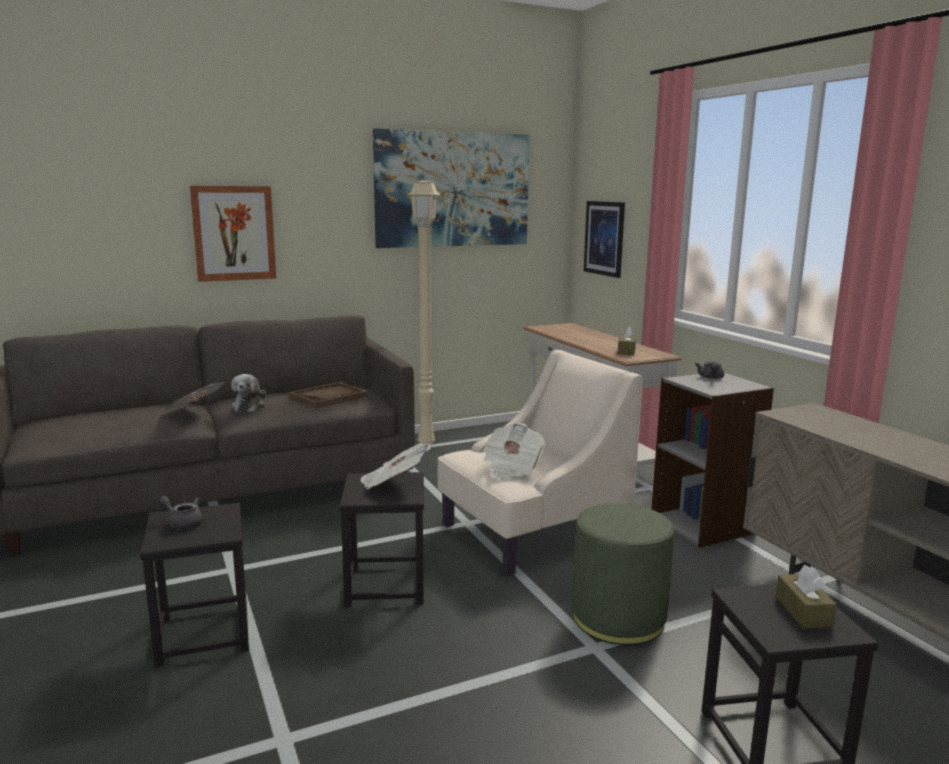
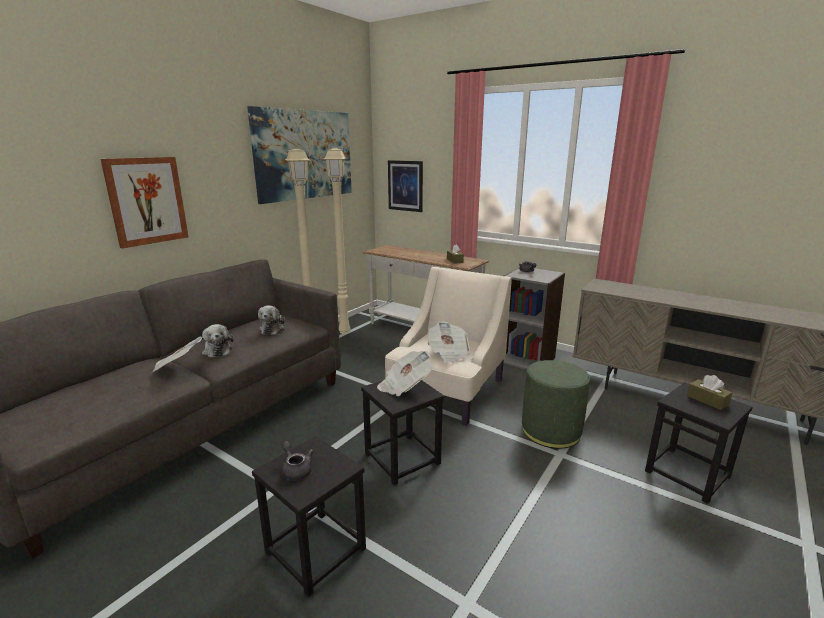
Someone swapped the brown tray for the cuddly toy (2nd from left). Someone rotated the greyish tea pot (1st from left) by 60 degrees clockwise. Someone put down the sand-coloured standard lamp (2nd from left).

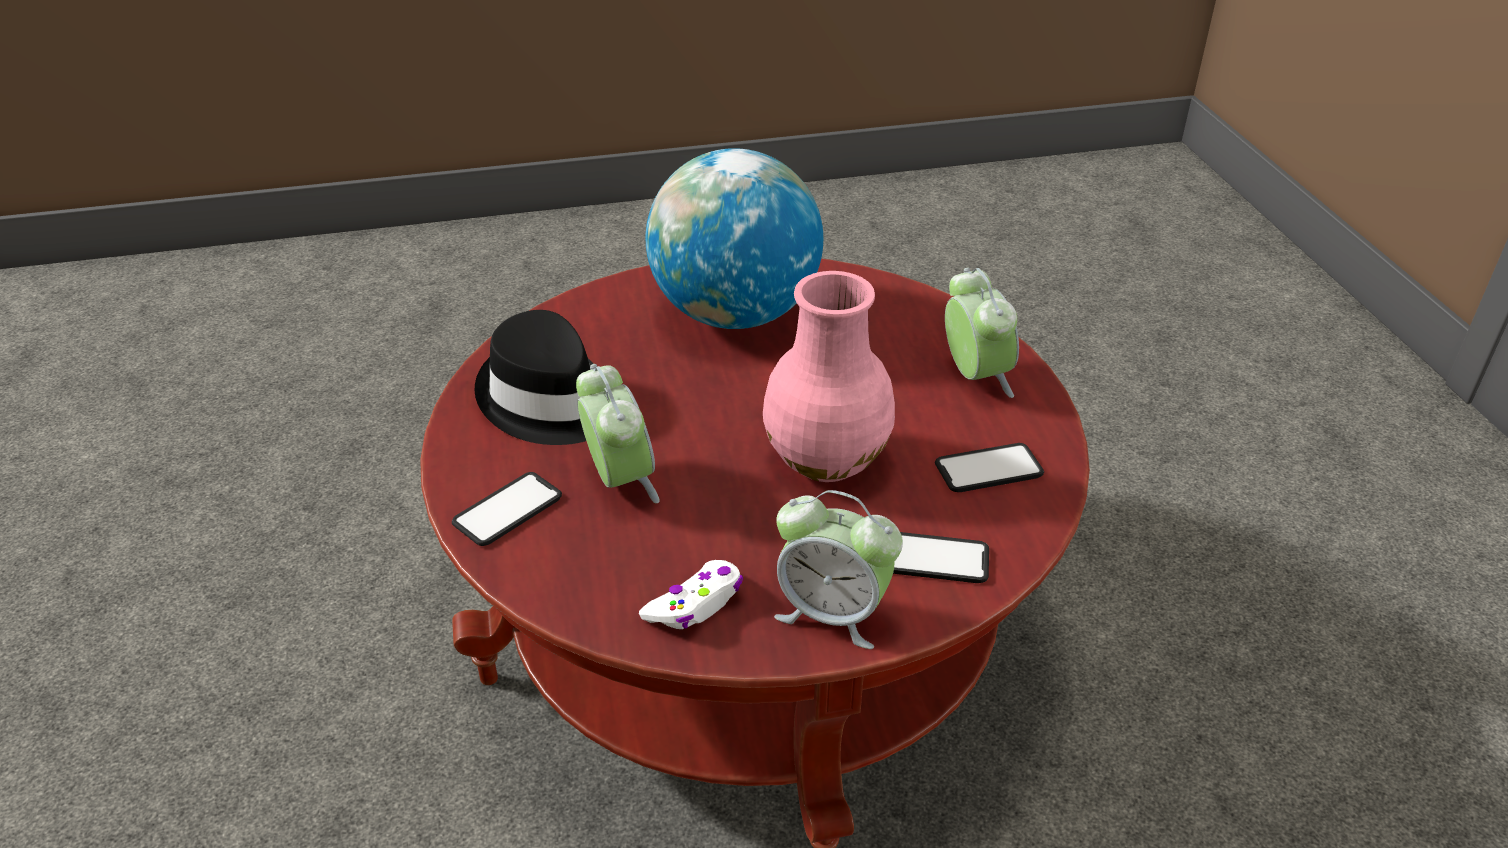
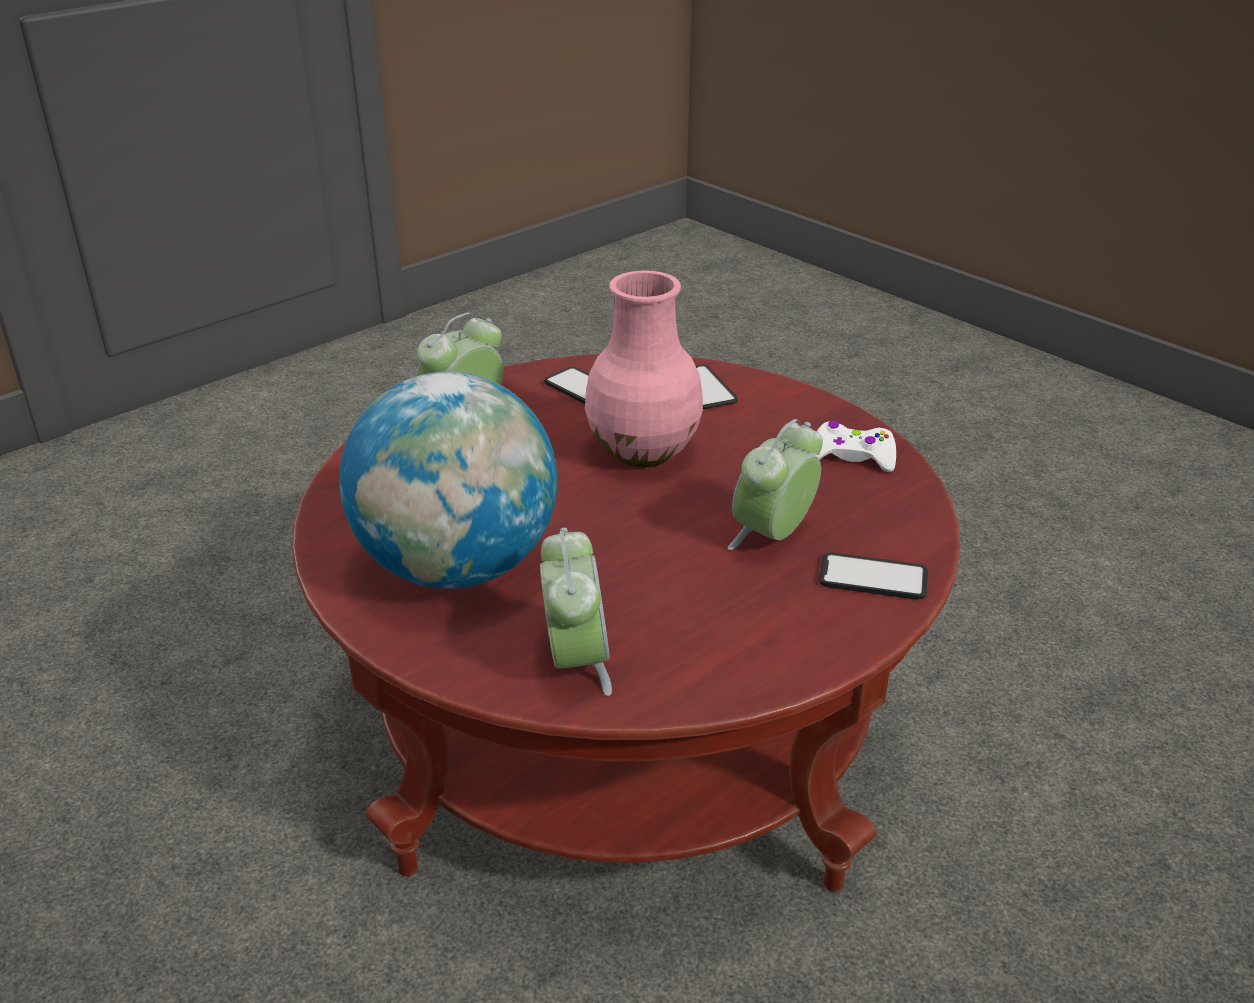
Someone took away the black-coloured clothing hat. Someone carried the alarm clock (2nd from left).

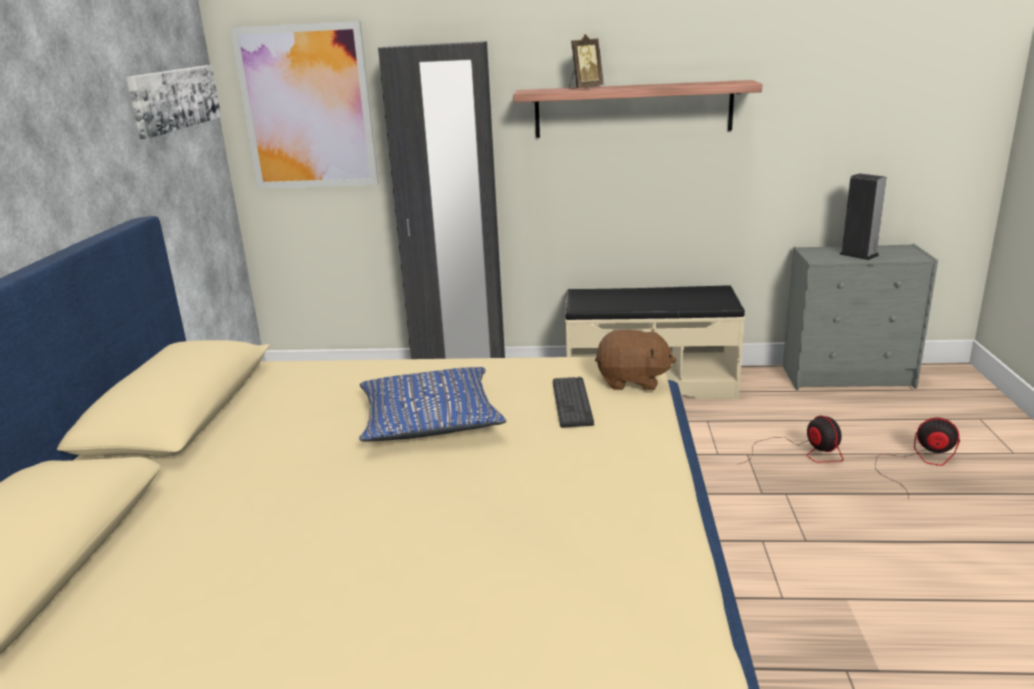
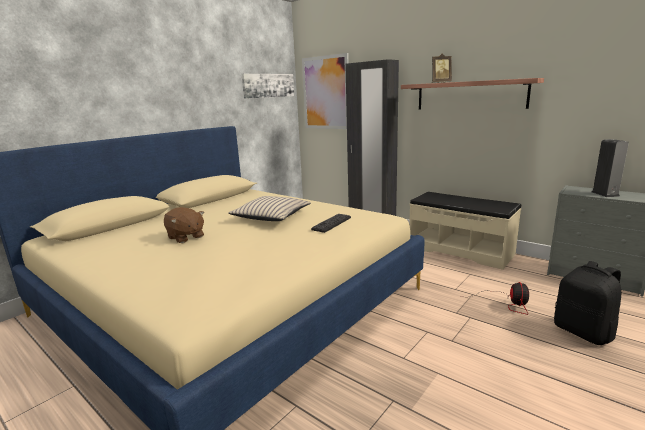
Someone carried the brown cuddly toy. Someone repainted the blue-coloured cushion, which became the sand-coloured cushion. Someone swapped the fan (2nd from left) for the black-coloured rucksack.

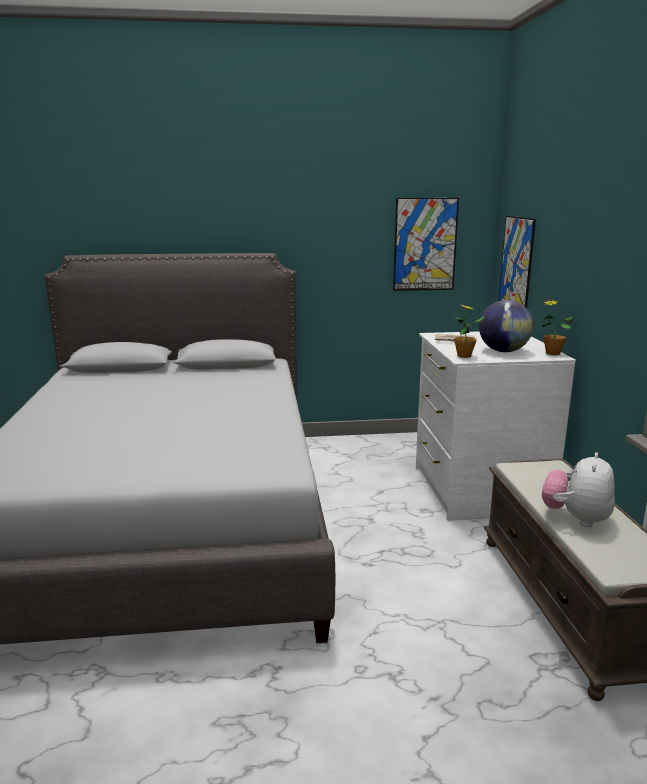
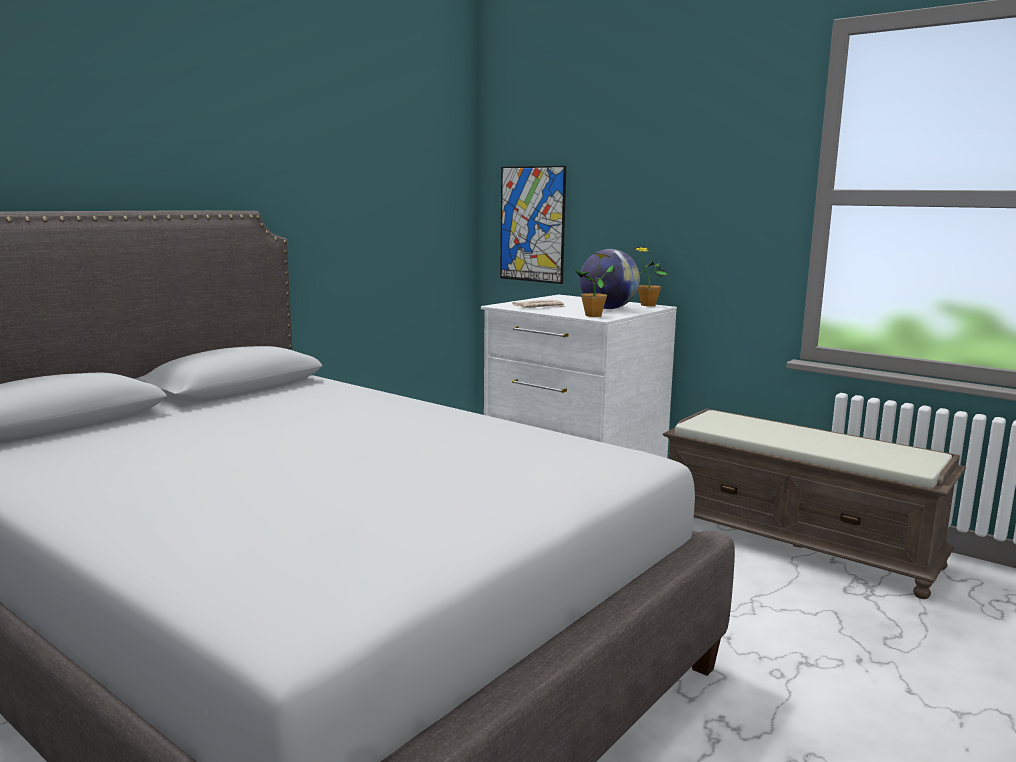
Someone took away the picture (1st from left). Someone took away the cuddly toy.

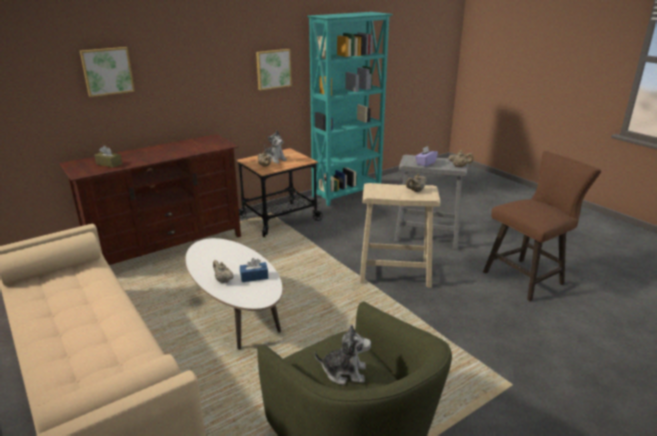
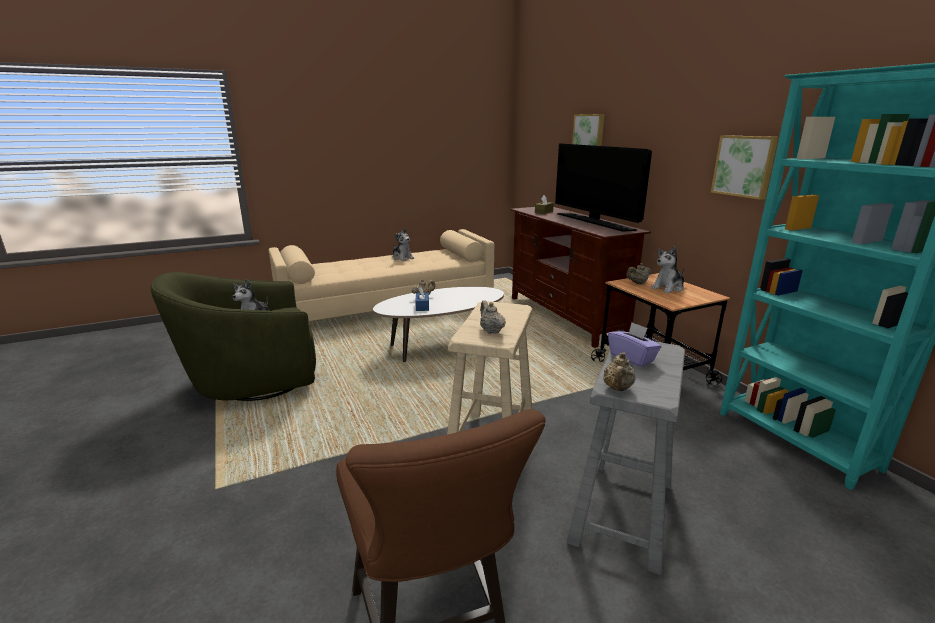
Someone put down the TV set. Someone put down the cuddly toy (2nd from left).

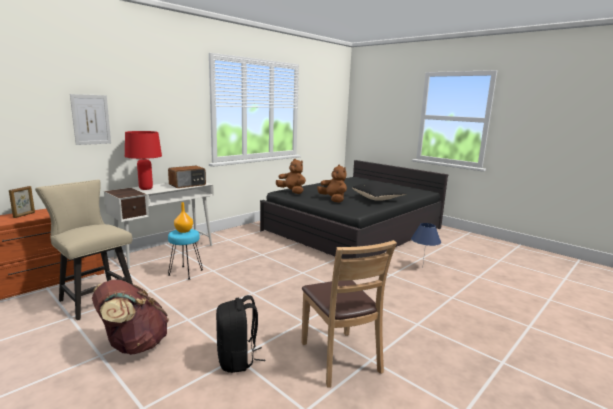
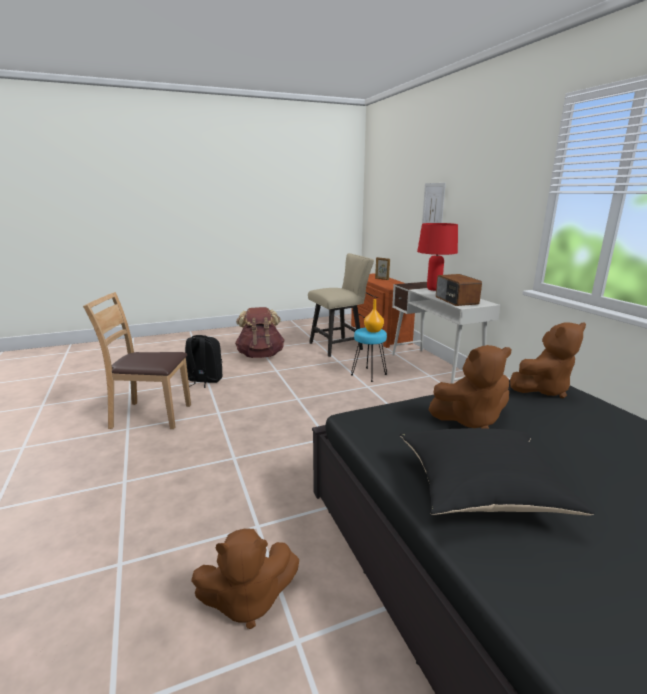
Someone swapped the blue-coloured table lamp for the brown cuddly toy (1st from left).

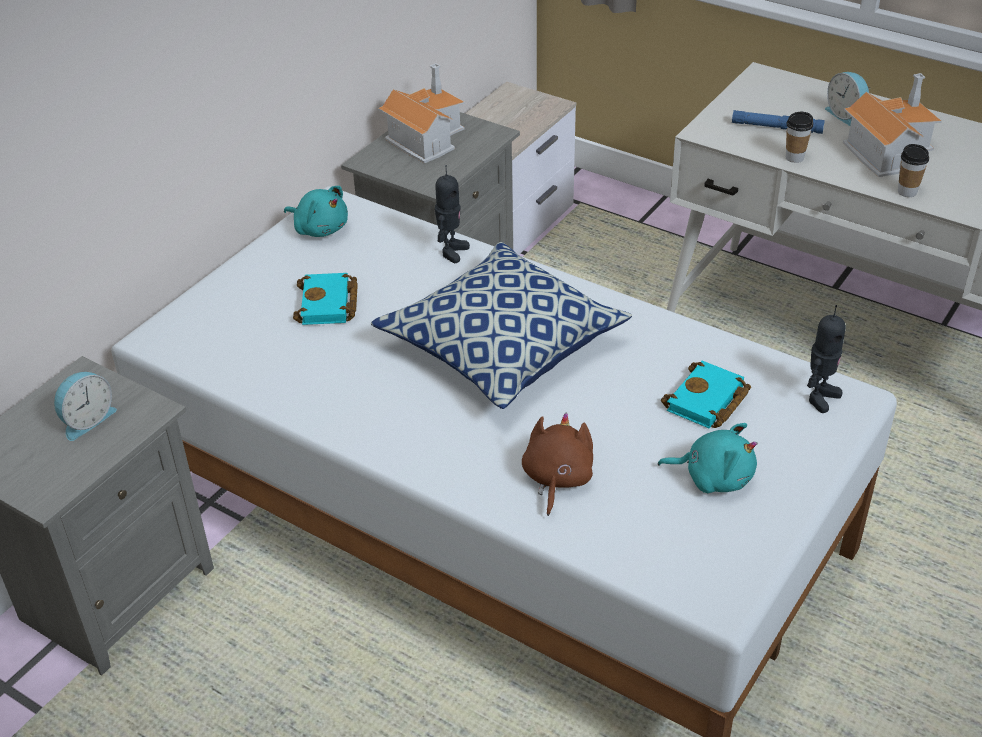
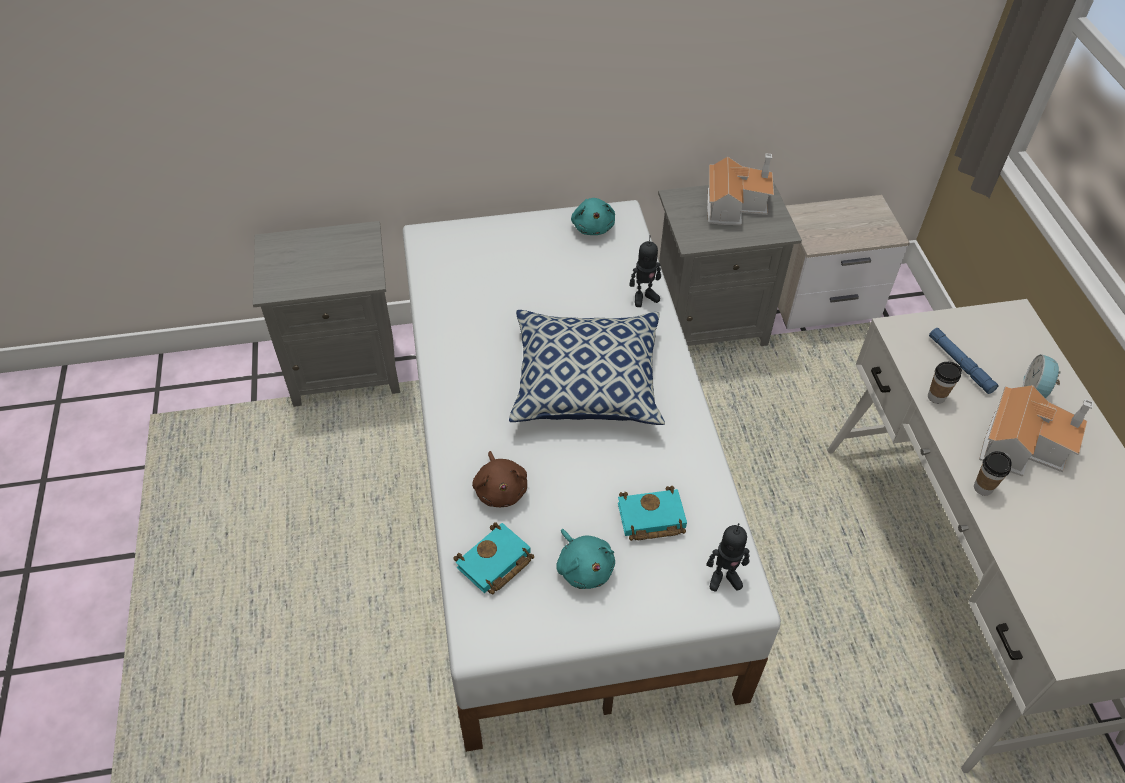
Someone carried the blue-green bound book (1st from left). Someone took away the alarm clock (1st from left). Someone rotated the brown cuddly toy by 105 degrees clockwise.

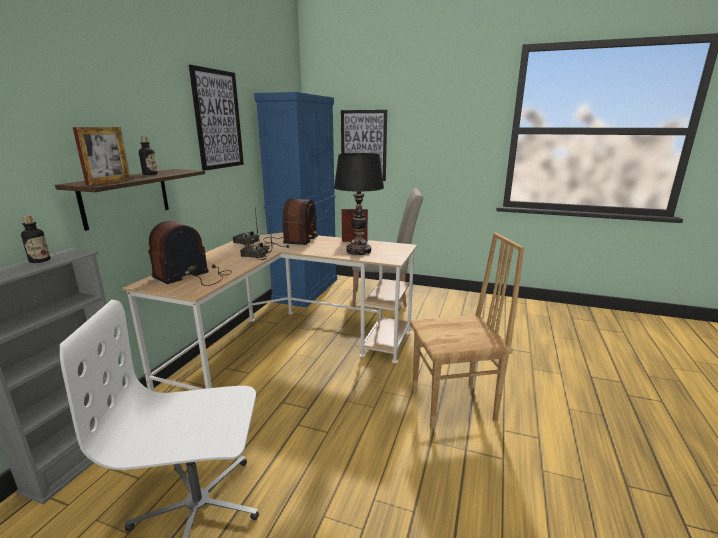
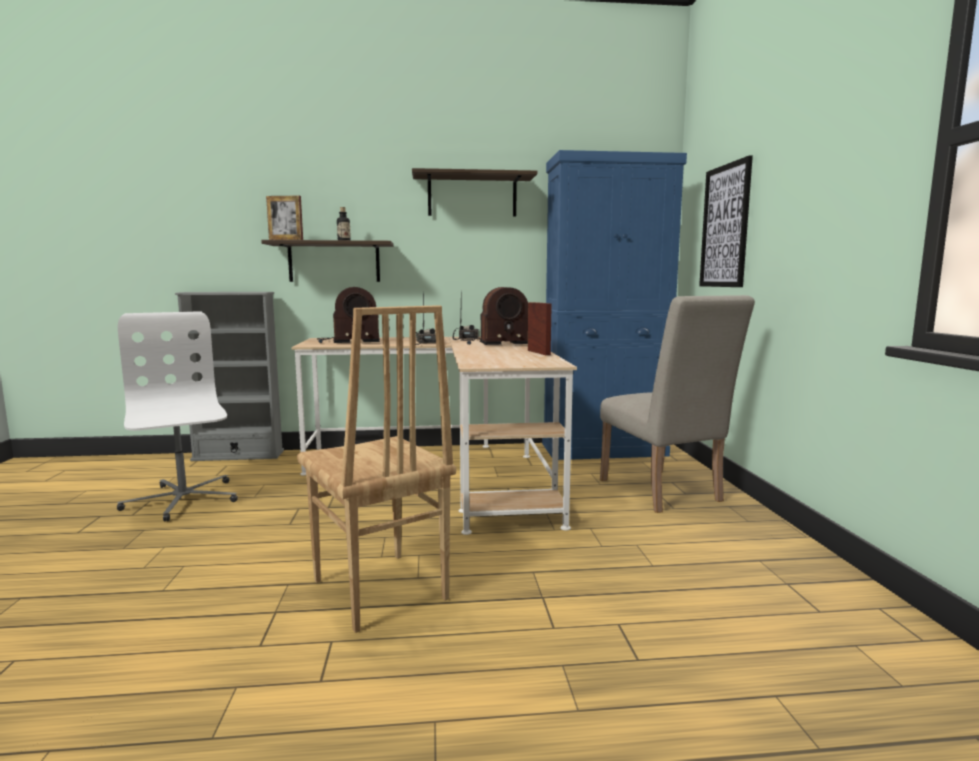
Someone swapped the picture (1st from left) for the bracket shelf (2nd from left). Someone took away the black-coloured table lamp. Someone took away the beverage bottle (1st from left). Someone rotated the radio receiver (1st from left) by 150 degrees clockwise.

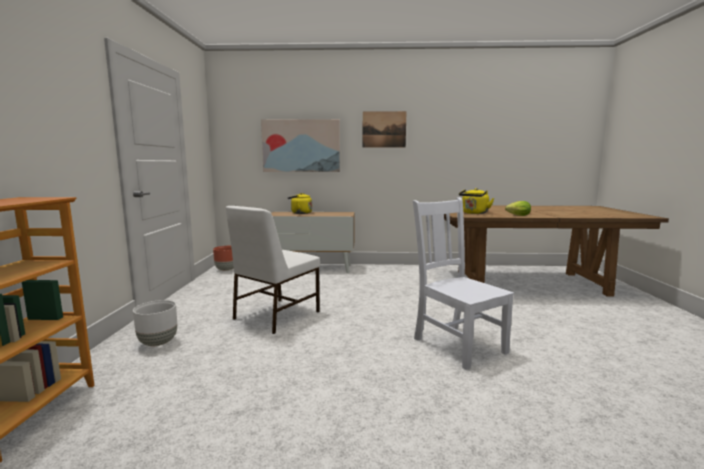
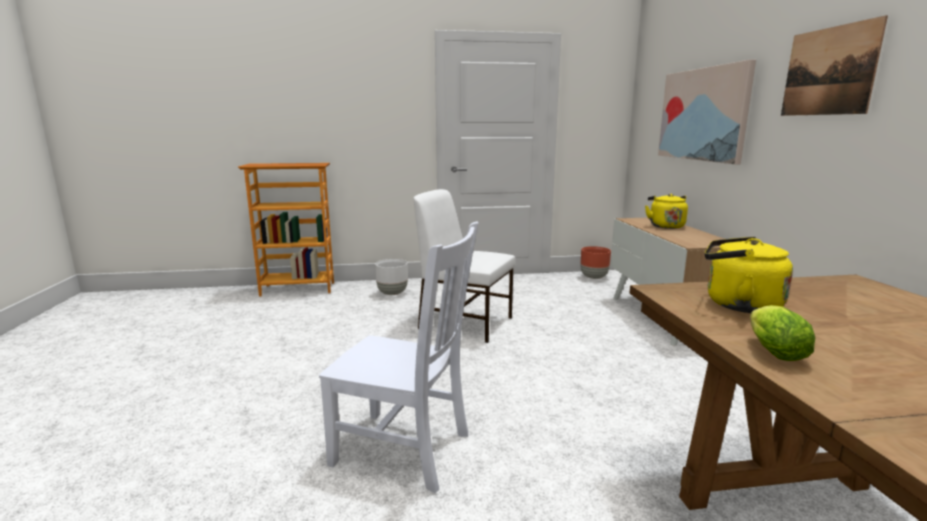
Someone rotated the white chair (2nd from left in the first image) by 60 degrees clockwise.

